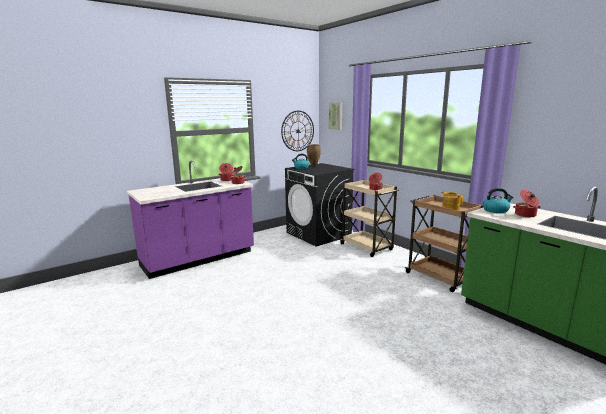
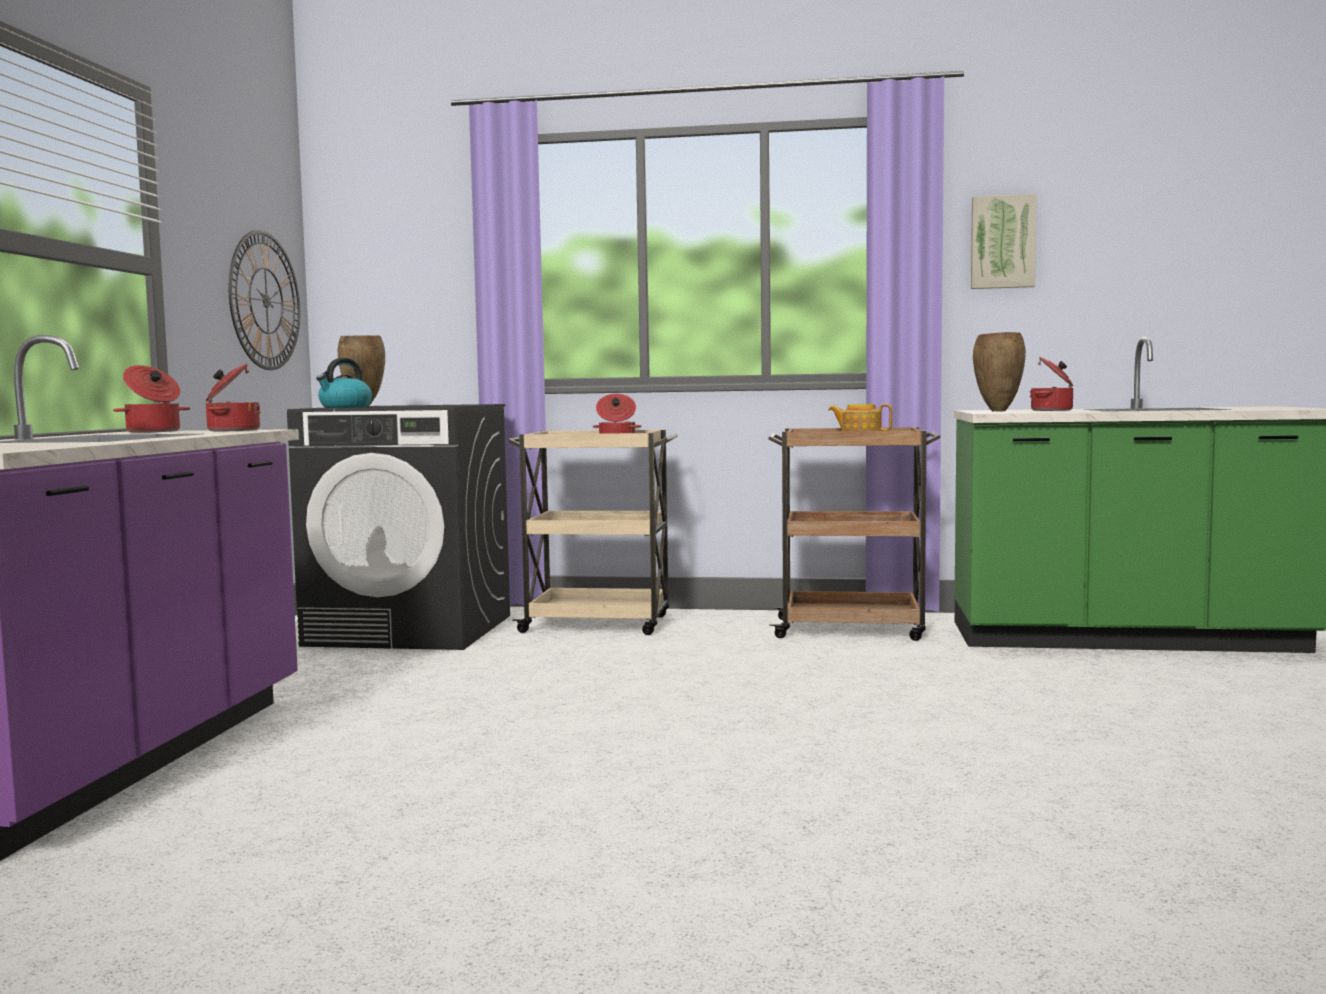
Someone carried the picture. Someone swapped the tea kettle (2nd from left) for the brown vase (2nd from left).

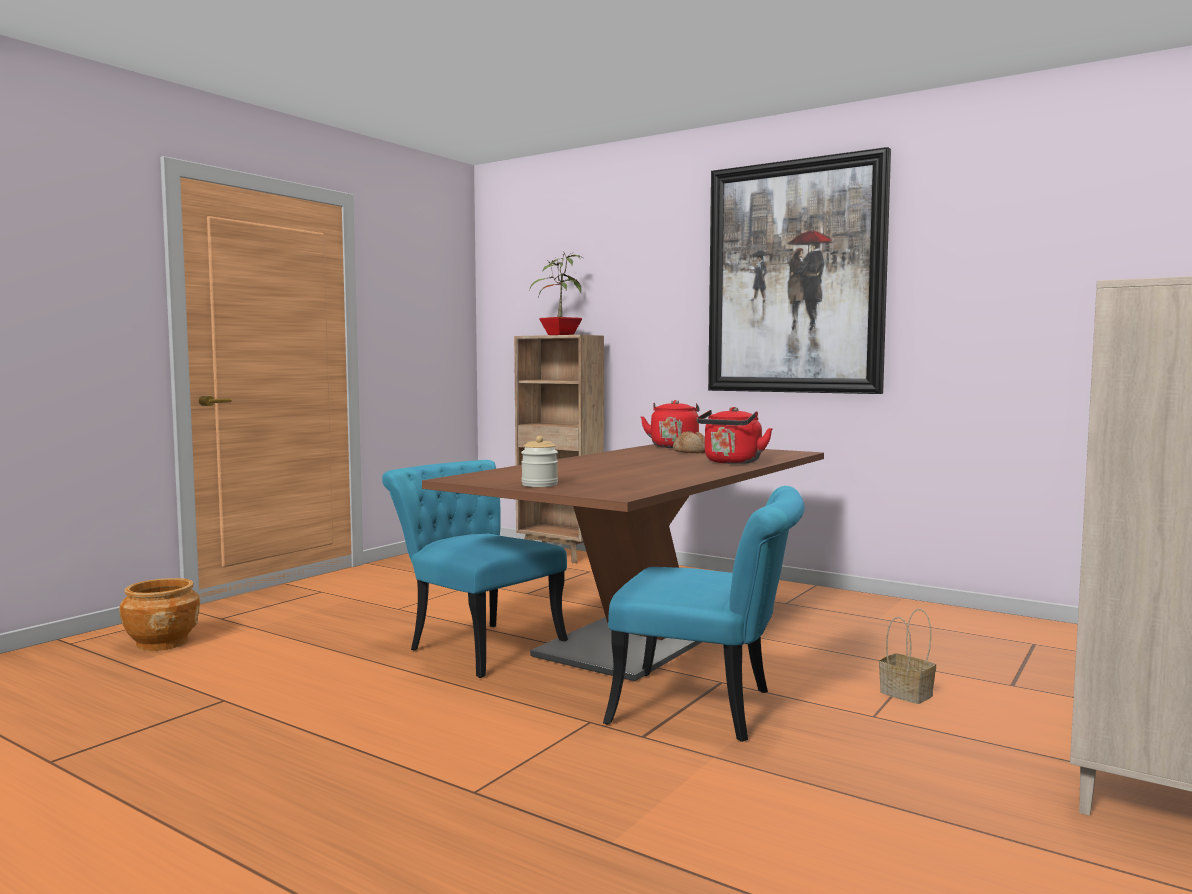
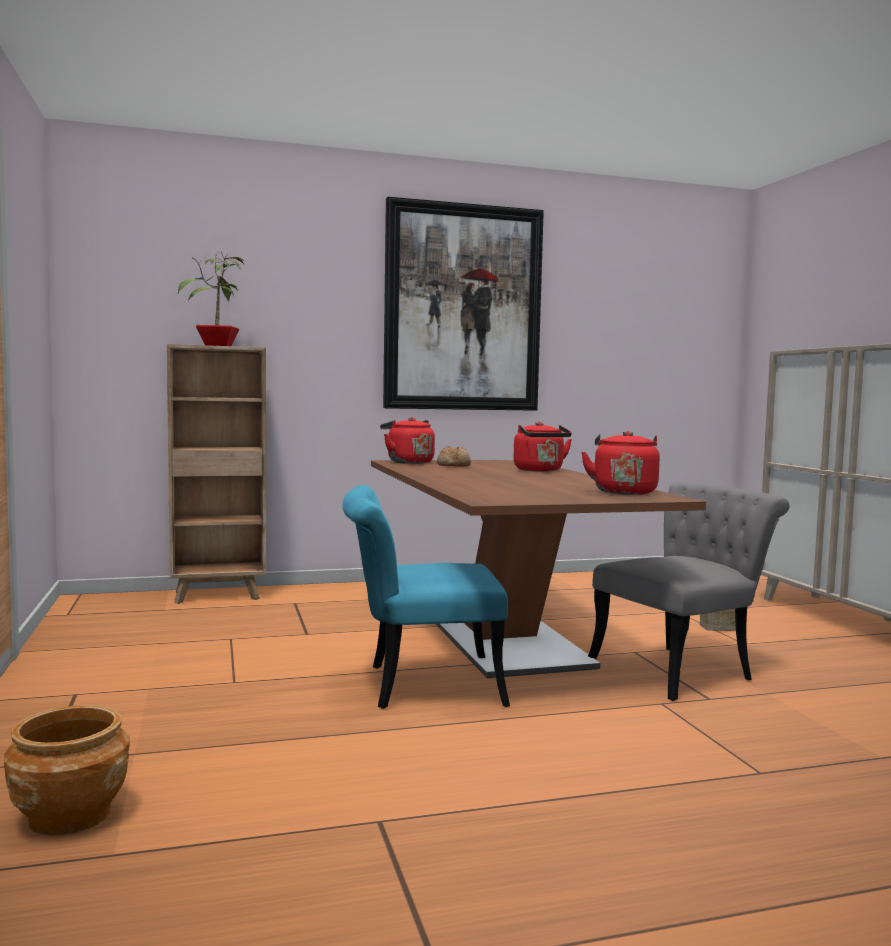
Someone took away the preserve jar. Someone repainted the blue-green chair (2nd from left), which became the greyish chair. Someone put down the red tea kettle (3rd from left).

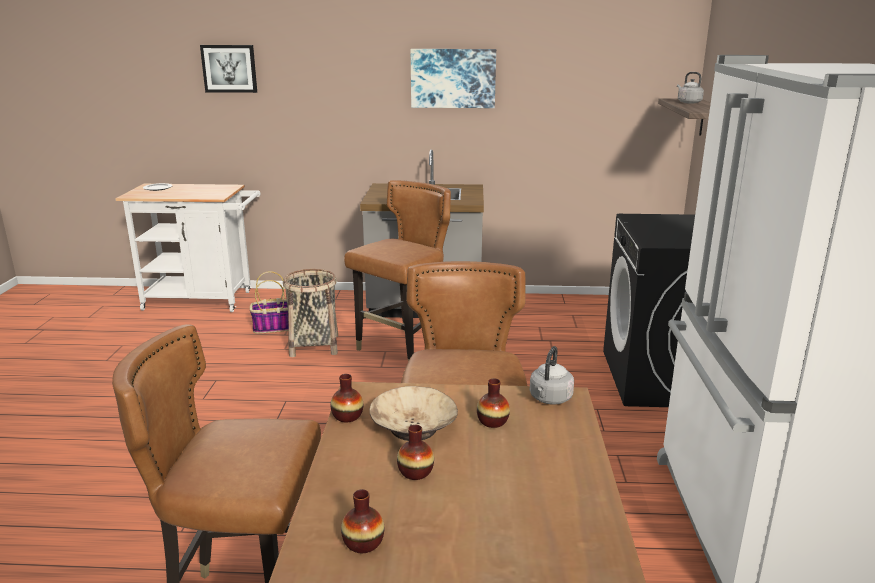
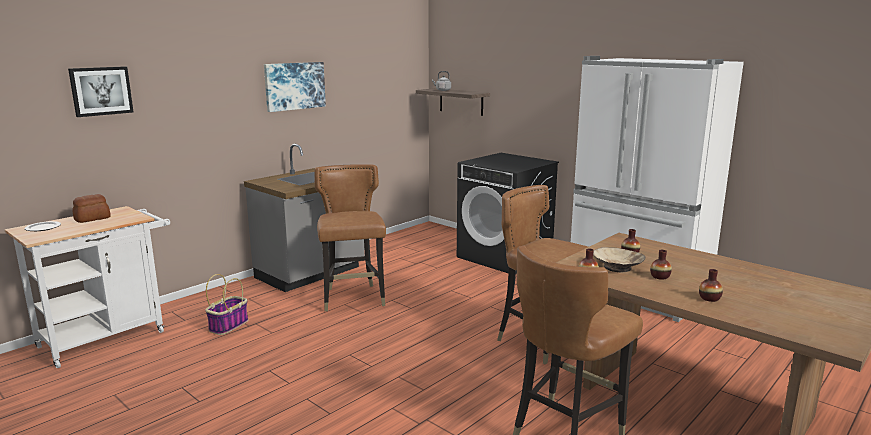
Someone took away the household basket (2nd from left). Someone took away the greyish tea kettle (1st from left). Someone put down the bread.

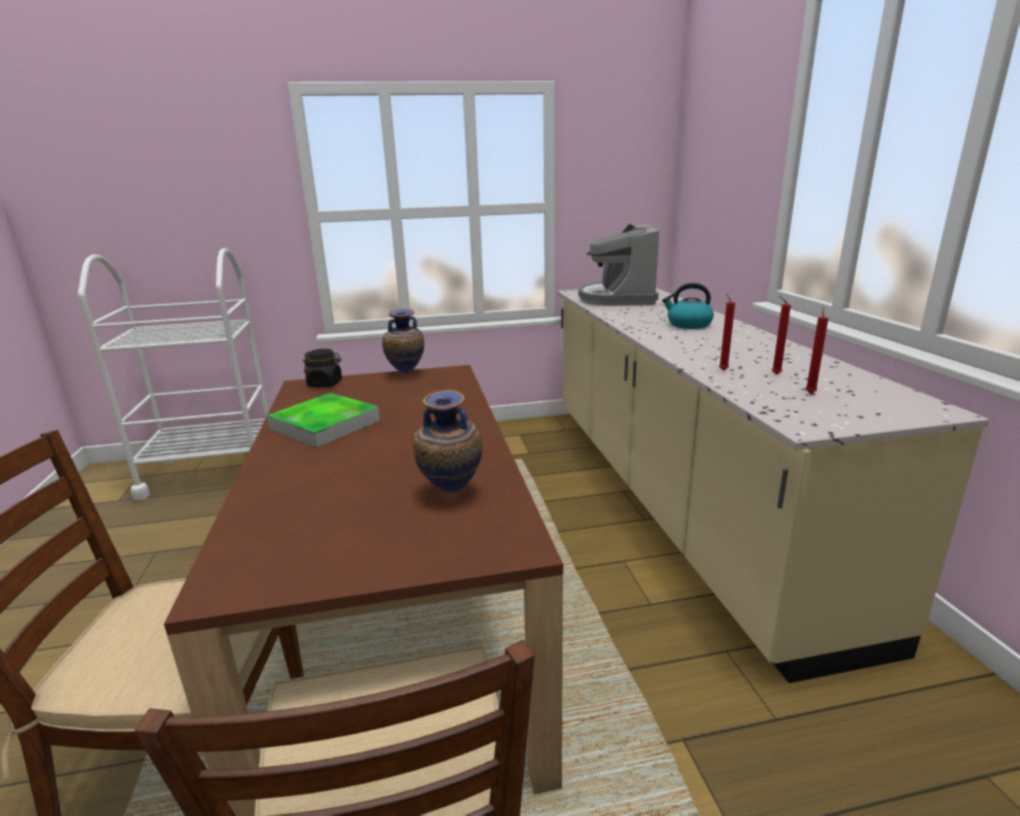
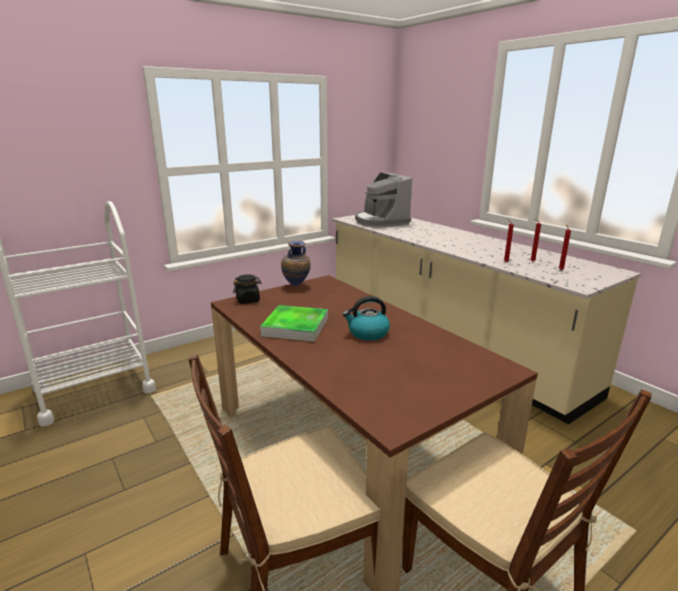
Someone carried the tea kettle. Someone took away the vase (2nd from left).

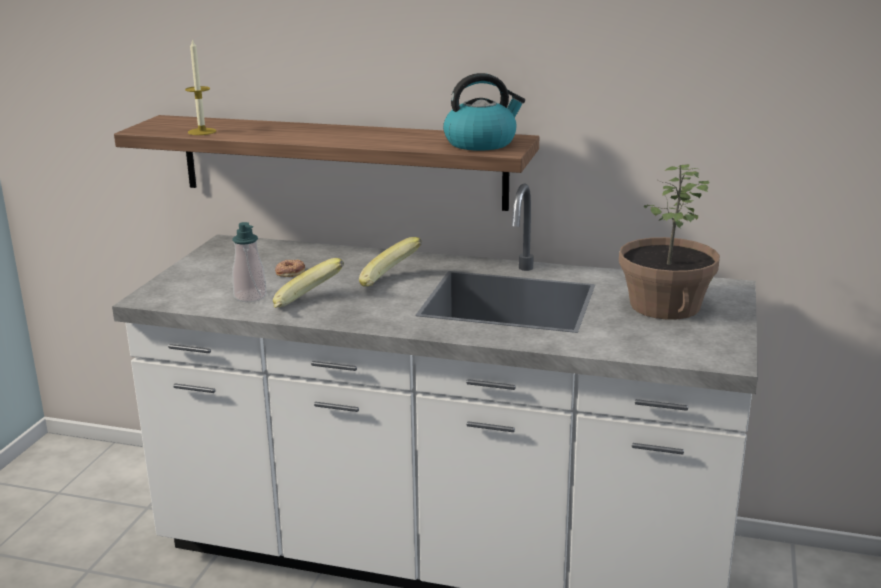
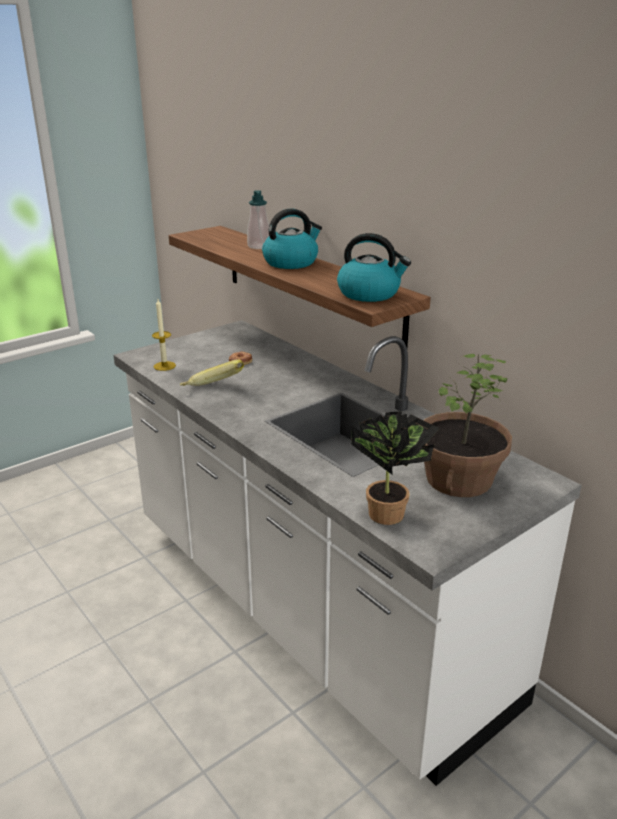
Someone carried the candle. Someone carried the soap bottle. Someone took away the banana (2nd from left). Someone put down the tea kettle (1st from left). Someone put down the plant in a pot (1st from left).

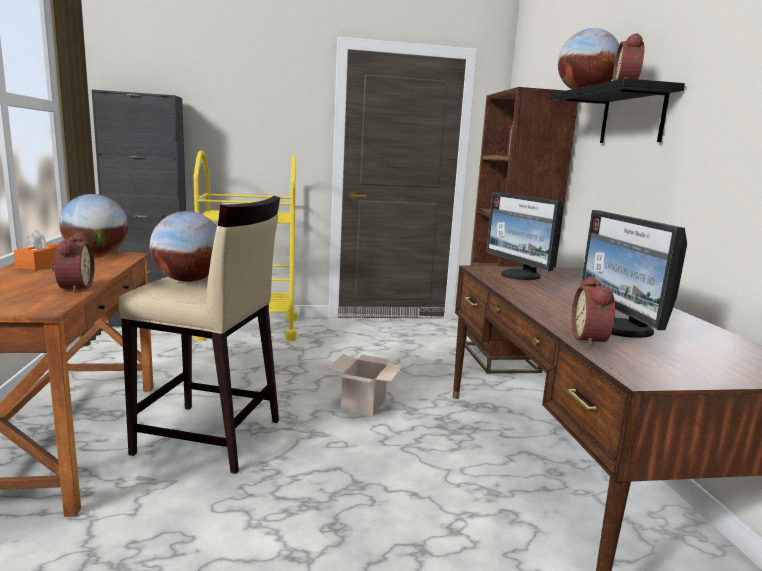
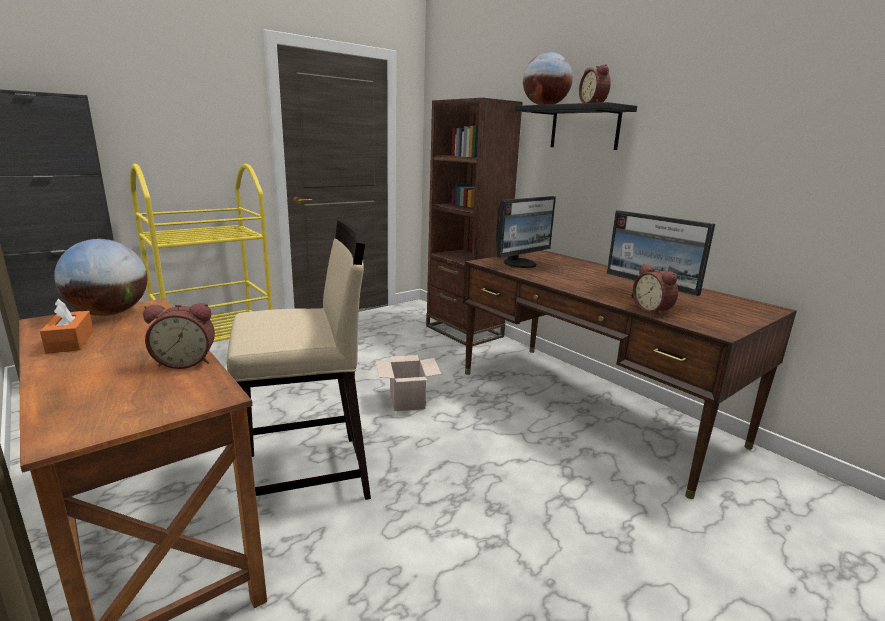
Someone rotated the computer screen (1st from left) by 75 degrees counterclockwise. Someone took away the world globe (2nd from left). Someone rotated the alarm clock (1st from left) by 120 degrees clockwise.

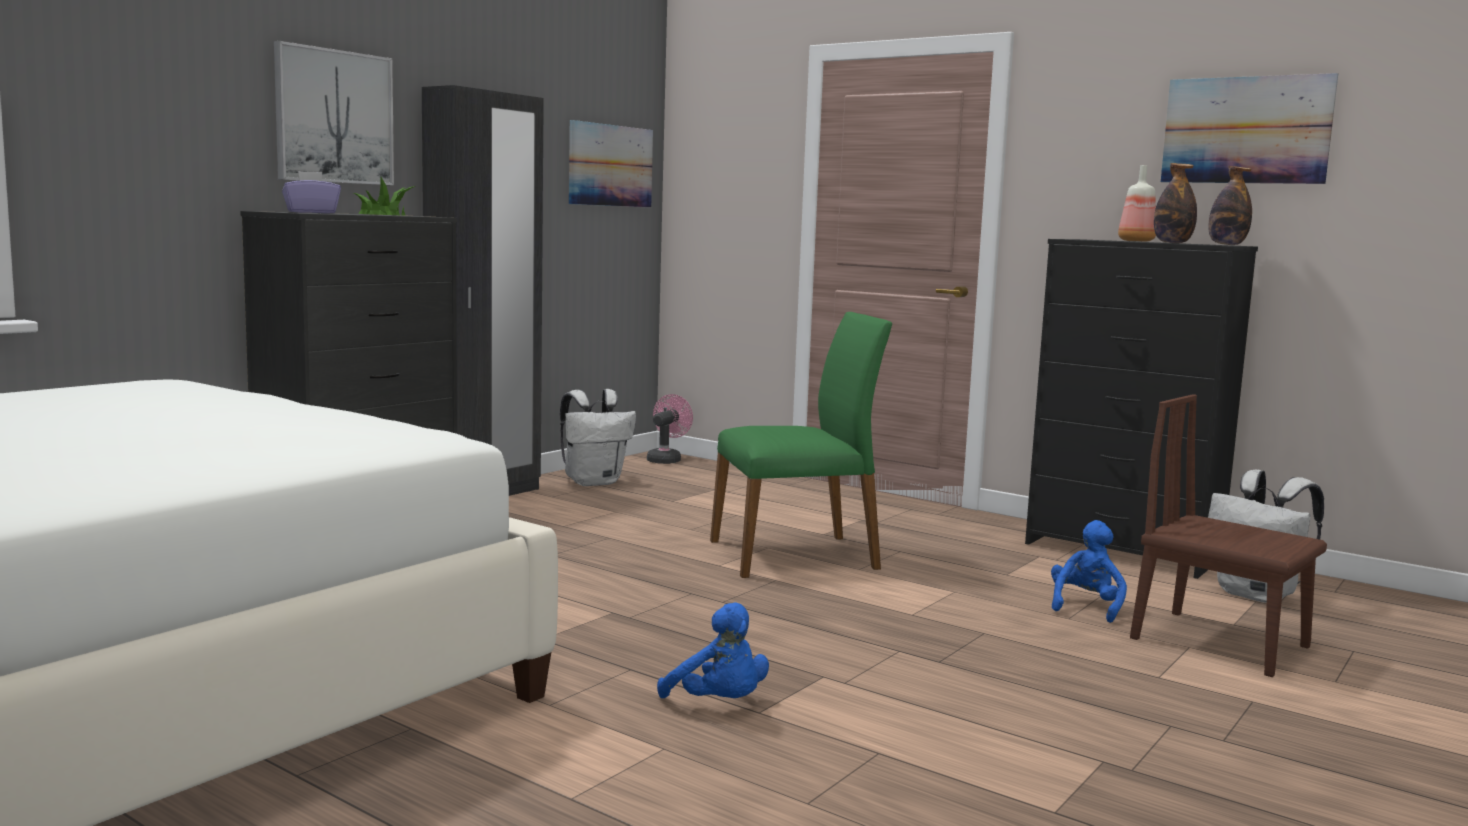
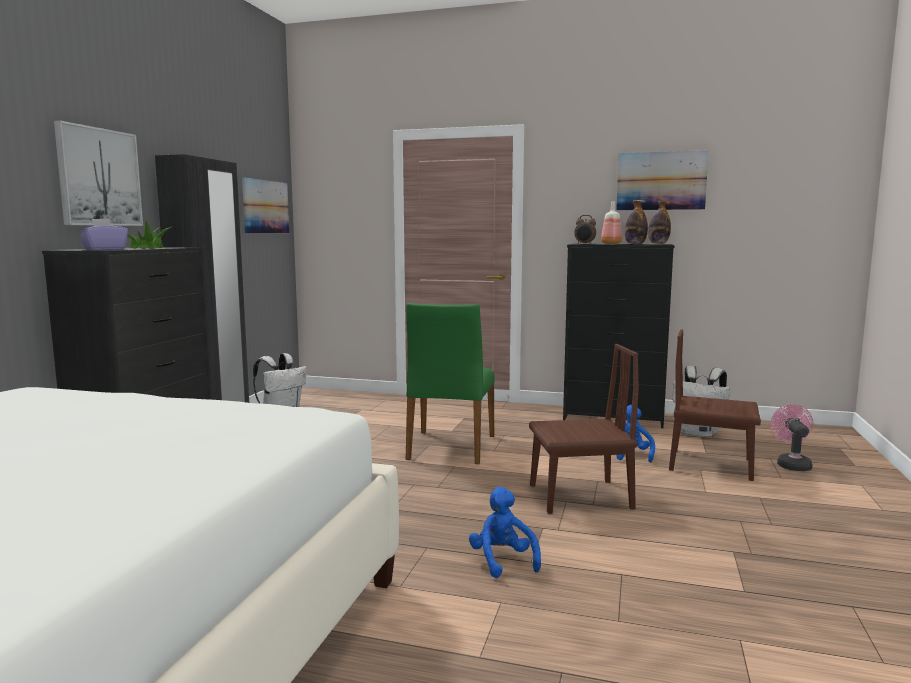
Someone rotated the green chair by 135 degrees clockwise. Someone carried the pink fan. Someone rotated the blue-coloured cuddly toy (1st from left) by 135 degrees counterclockwise. Someone put down the alarm clock. Someone put down the brown chair (1st from left).

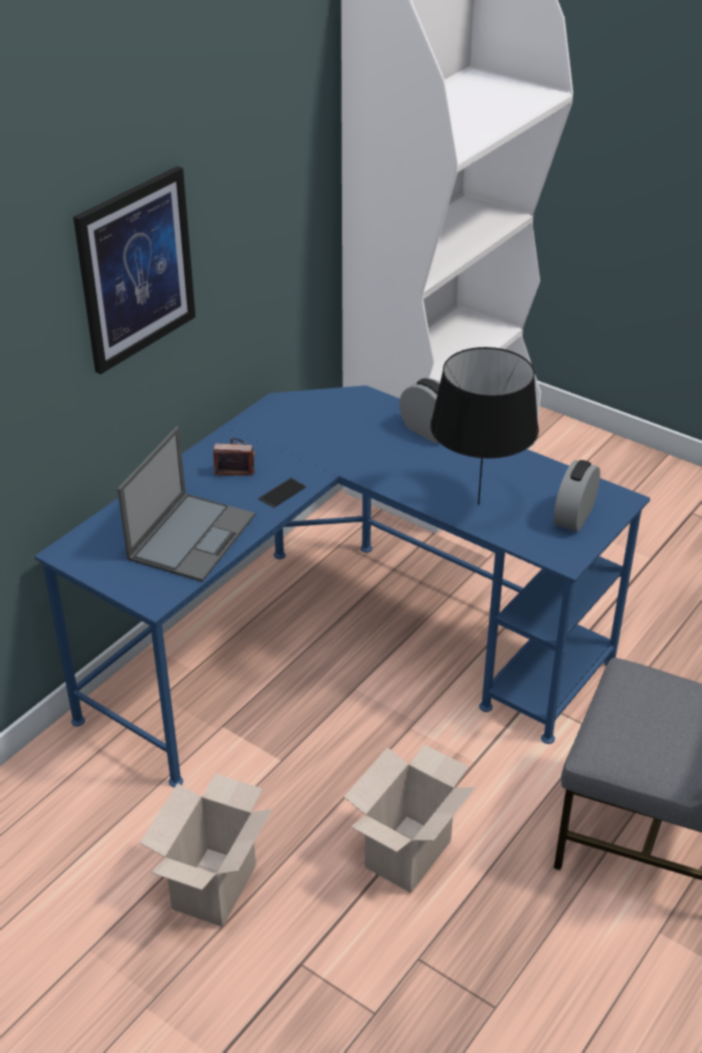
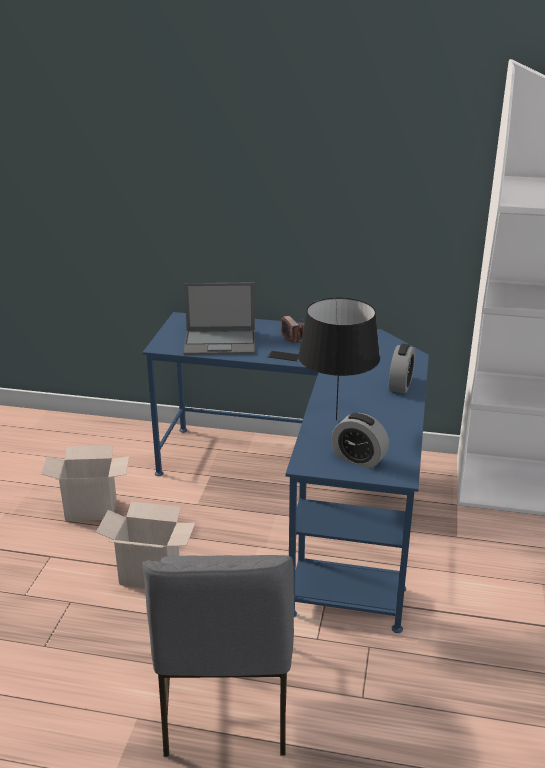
Someone took away the picture. Someone rotated the alarm clock (2nd from left in the first image) by 150 degrees counterclockwise.

